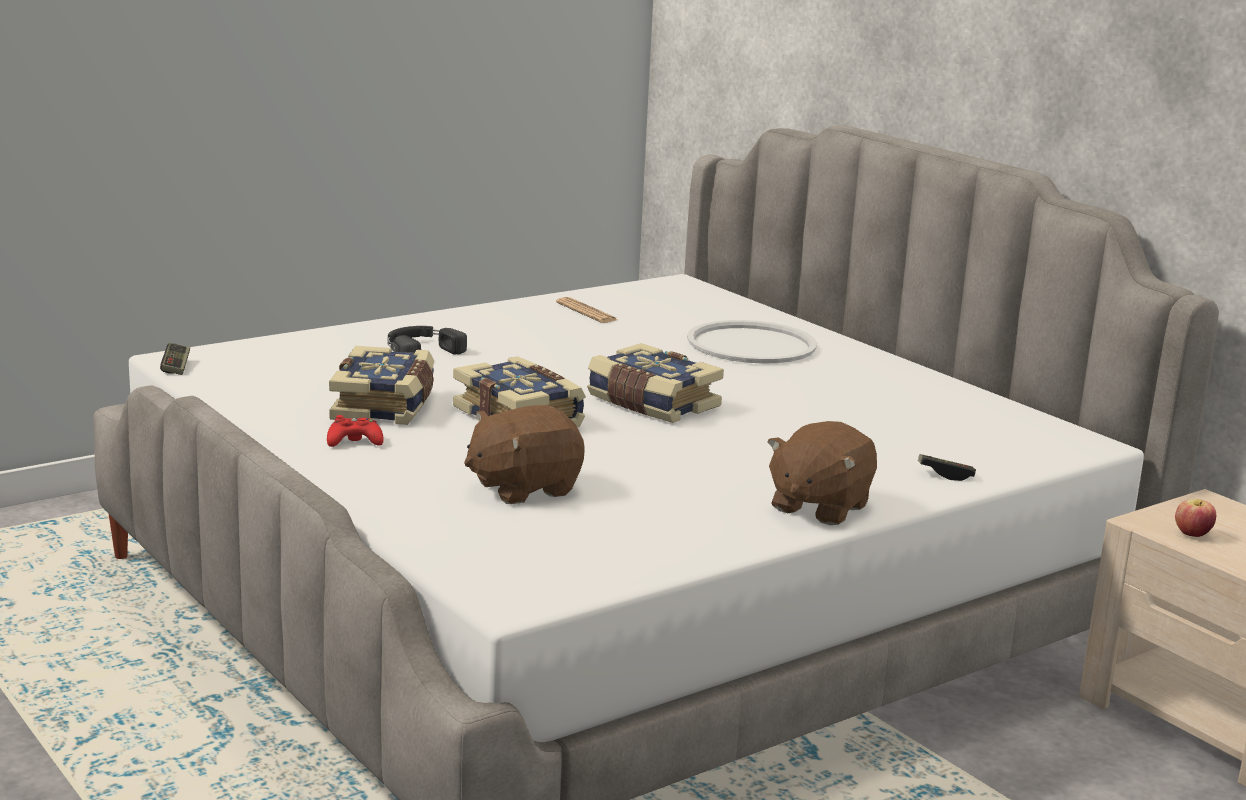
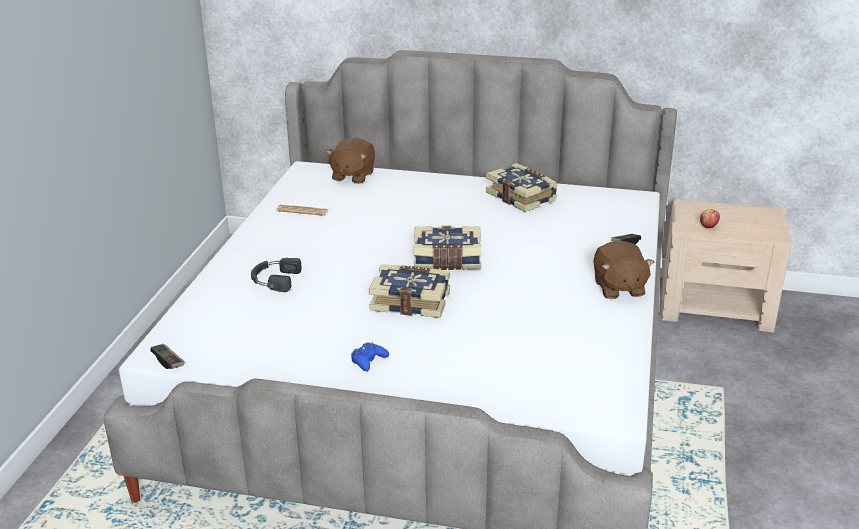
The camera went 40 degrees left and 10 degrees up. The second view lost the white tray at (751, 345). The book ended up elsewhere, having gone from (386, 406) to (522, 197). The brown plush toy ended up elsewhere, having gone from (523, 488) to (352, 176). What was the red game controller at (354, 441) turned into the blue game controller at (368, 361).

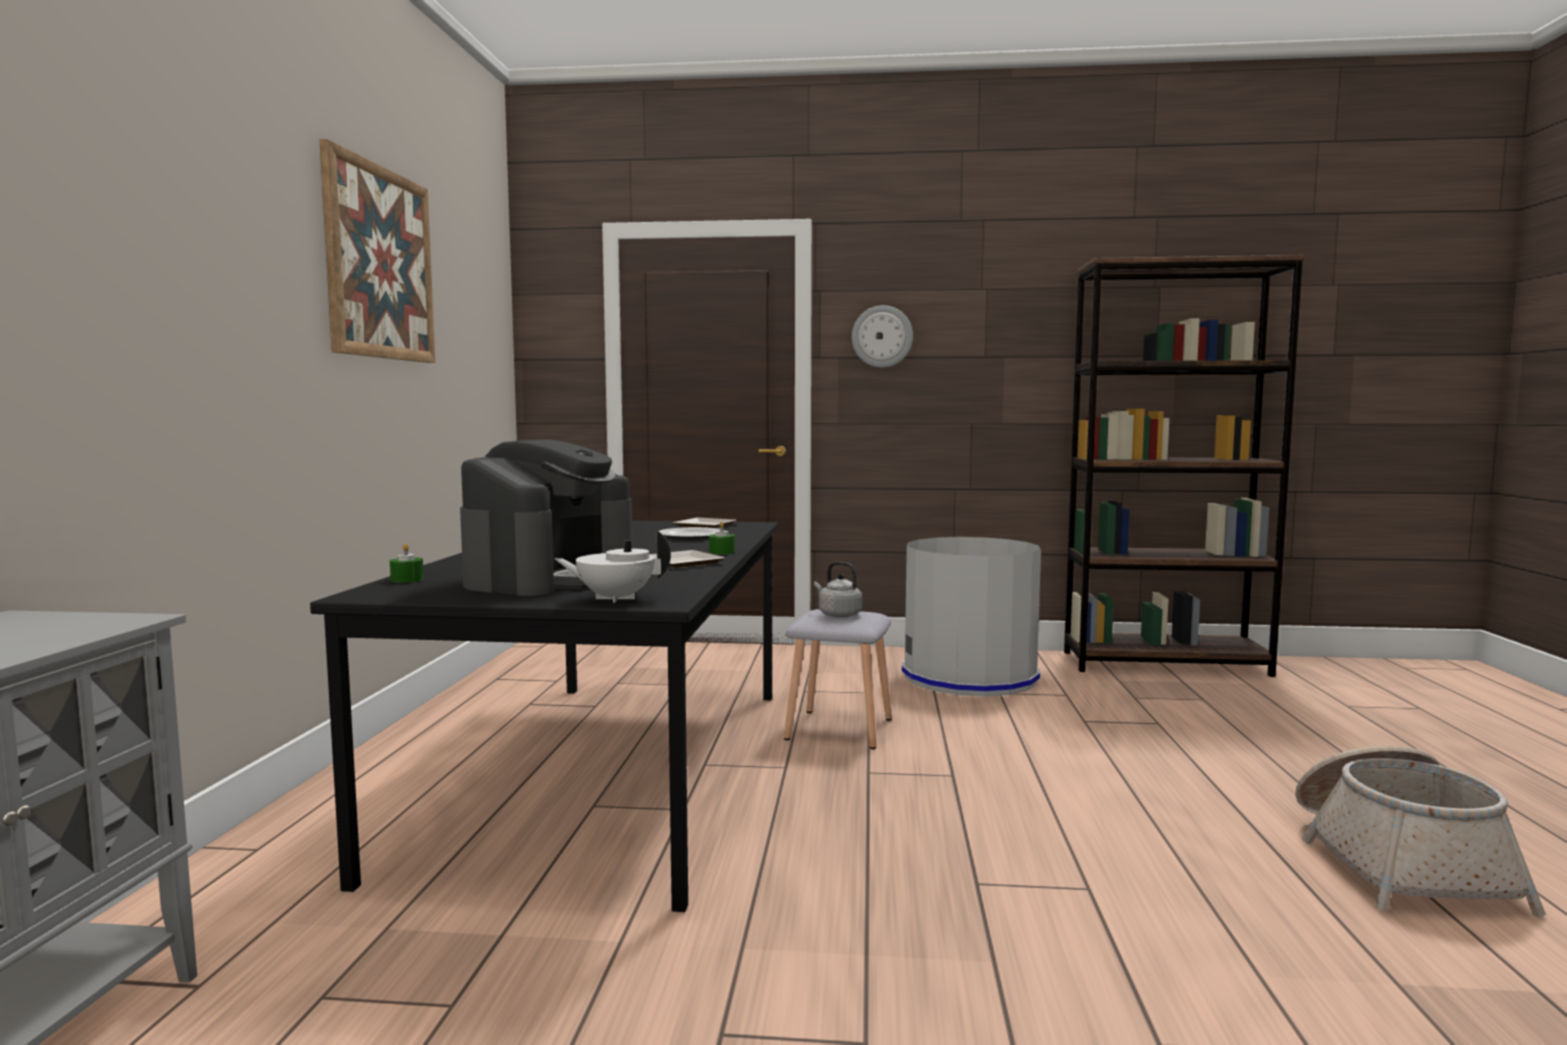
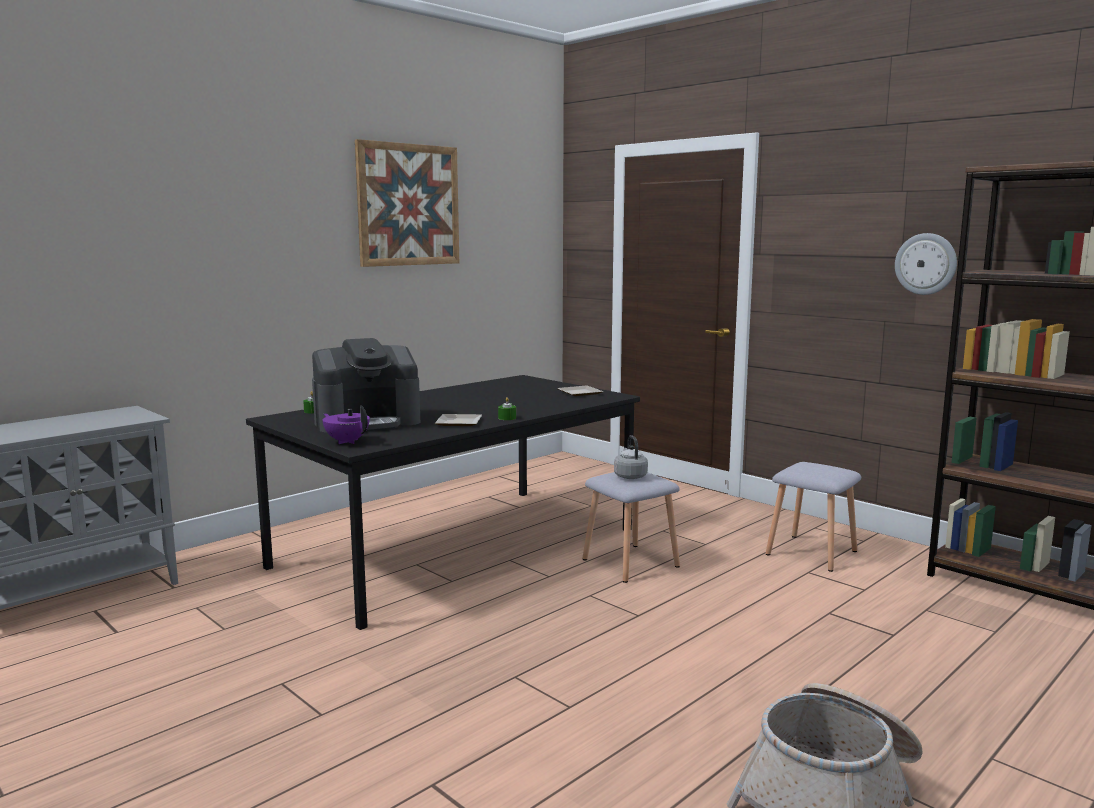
The camera went 40 degrees right and 5 degrees up. The second view lost the plate at (692, 536). The wall clock ended up elsewhere, having gone from (882, 336) to (926, 264). Where the grey trash can stood at (969, 676), the grey stool came to stand at (813, 553). What was the white teapot at (615, 598) turned into the purple teapot at (347, 441).

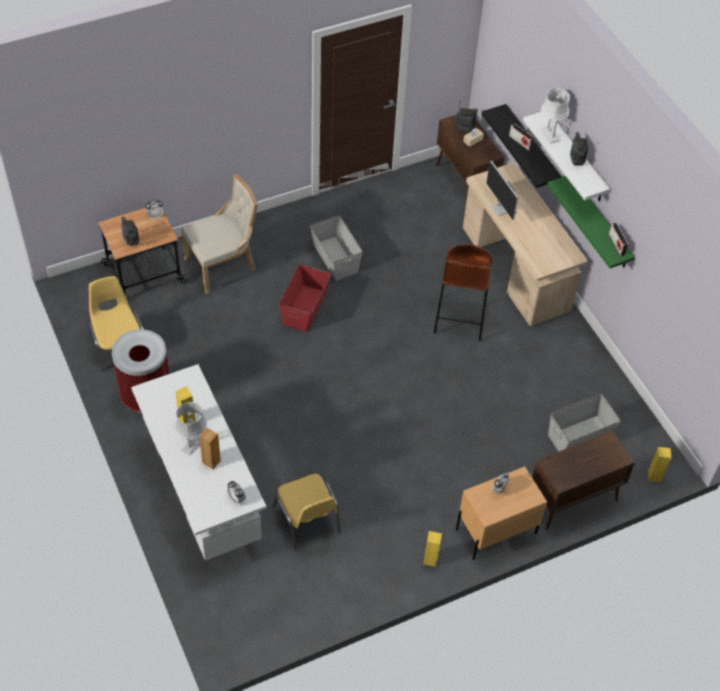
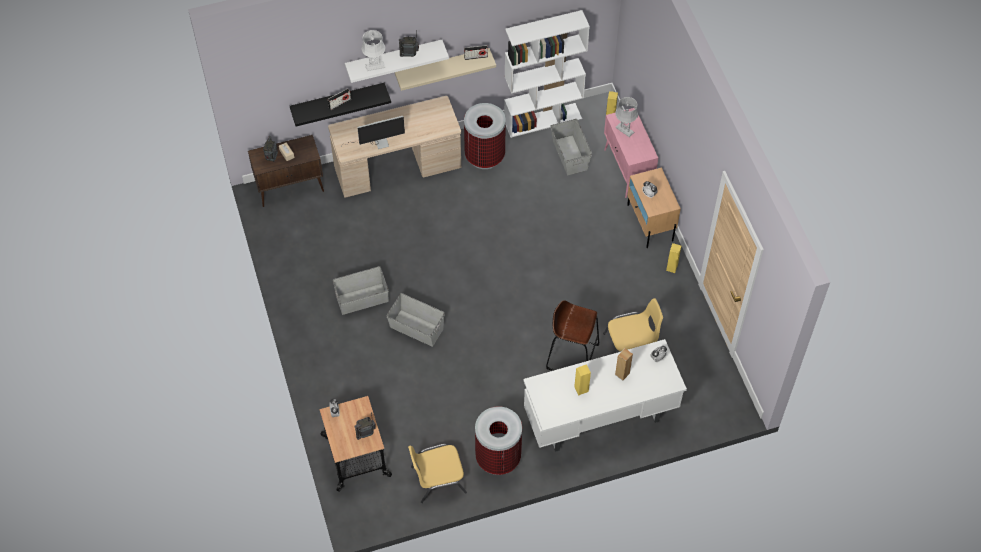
The camera went 80 degrees left and 5 degrees up. The second view lost the beige chair at (223, 265). The second view gained the trash can at (485, 156). The second view gained the white bookcase at (543, 120). The grey table lamp ended up elsewhere, having gone from (193, 444) to (624, 130). The brown stool ended up elsewhere, having gone from (460, 319) to (572, 356). What was the red storage box at (305, 307) turned into the grey storage box at (416, 327). What was the brown cabinet at (572, 501) turned into the pink cabinet at (627, 171). What was the green shelf at (600, 223) turned into the beige shelf at (442, 66).

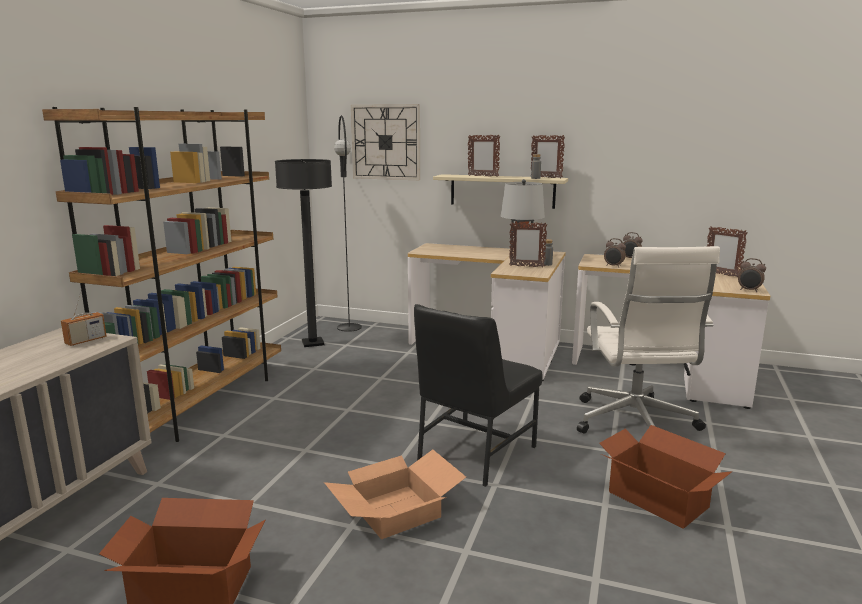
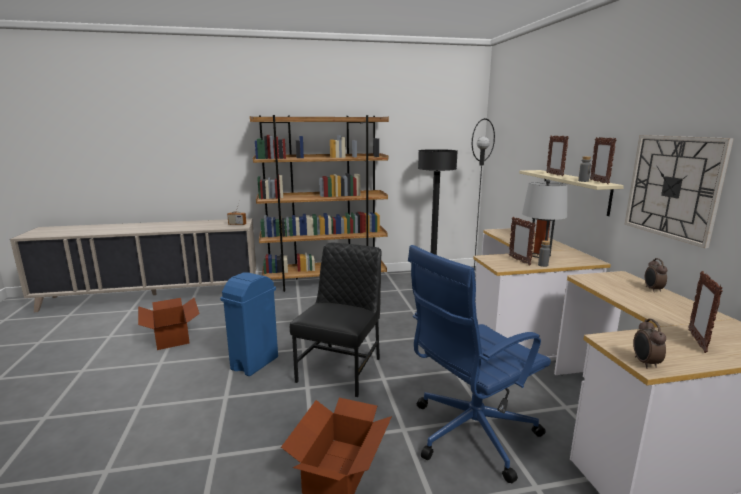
The camera went 60 degrees right and 0 degrees up. The second view lost the alarm clock at (613, 266). The wall clock ended up elsewhere, having gone from (386, 142) to (673, 187). Where the cardboard box stood at (395, 512), the blue trash can came to stand at (254, 363). What was the white office chair at (635, 424) turned into the blue office chair at (470, 434). The black chair at (474, 453) ended up facing another way, 105 degrees clockwise from before.

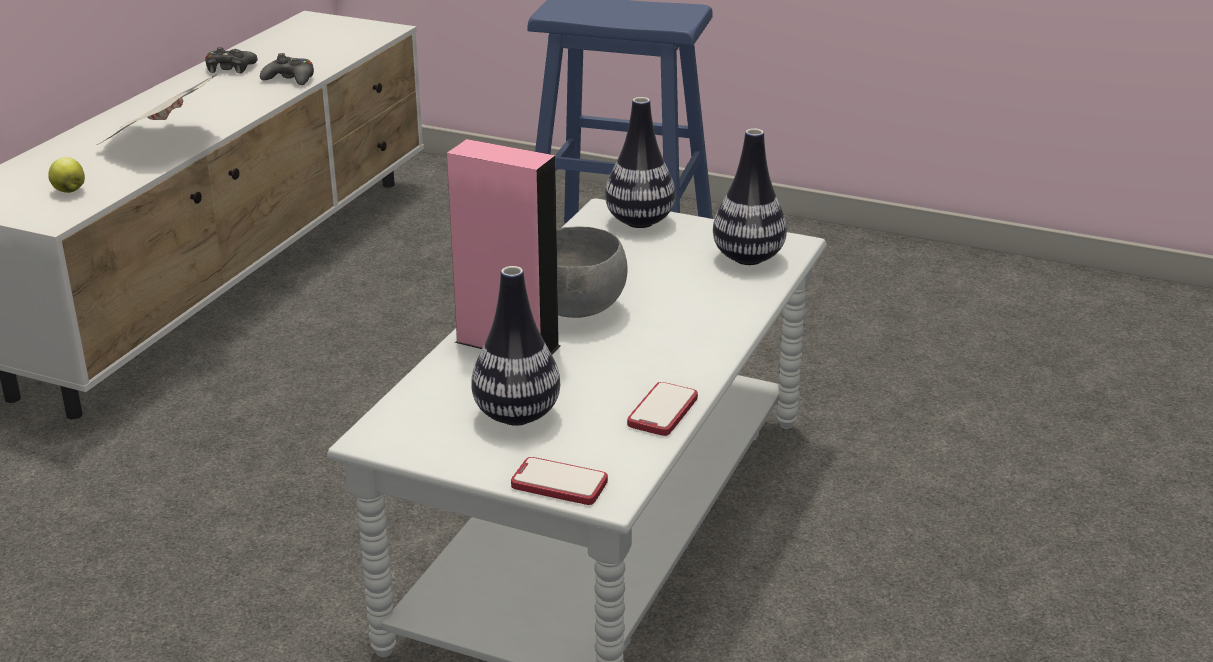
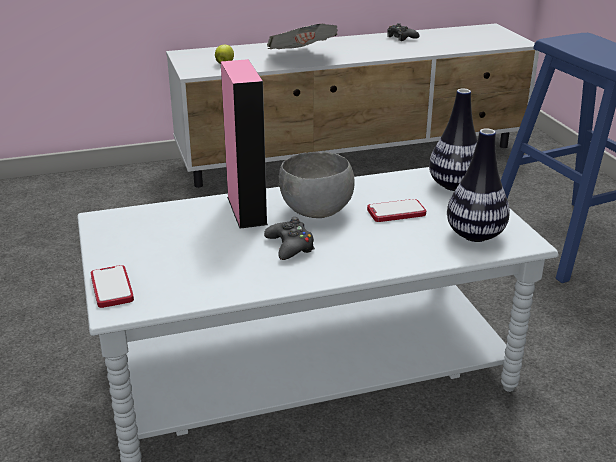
The camera went 50 degrees right and 0 degrees up. The second view lost the vase at (516, 415). The black game controller ended up elsewhere, having gone from (290, 79) to (290, 246). The phone ended up elsewhere, having gone from (662, 411) to (396, 212).

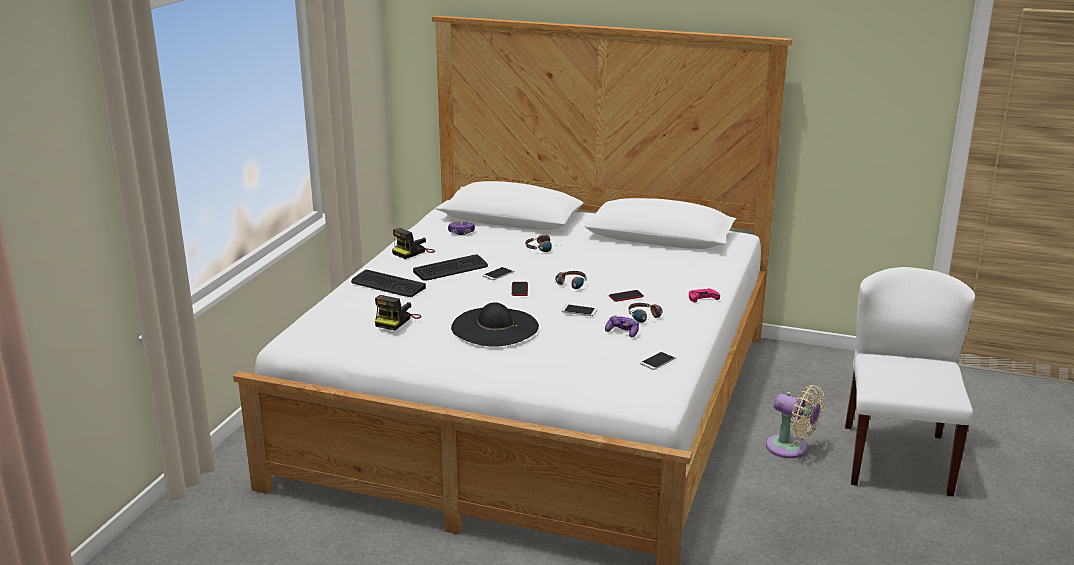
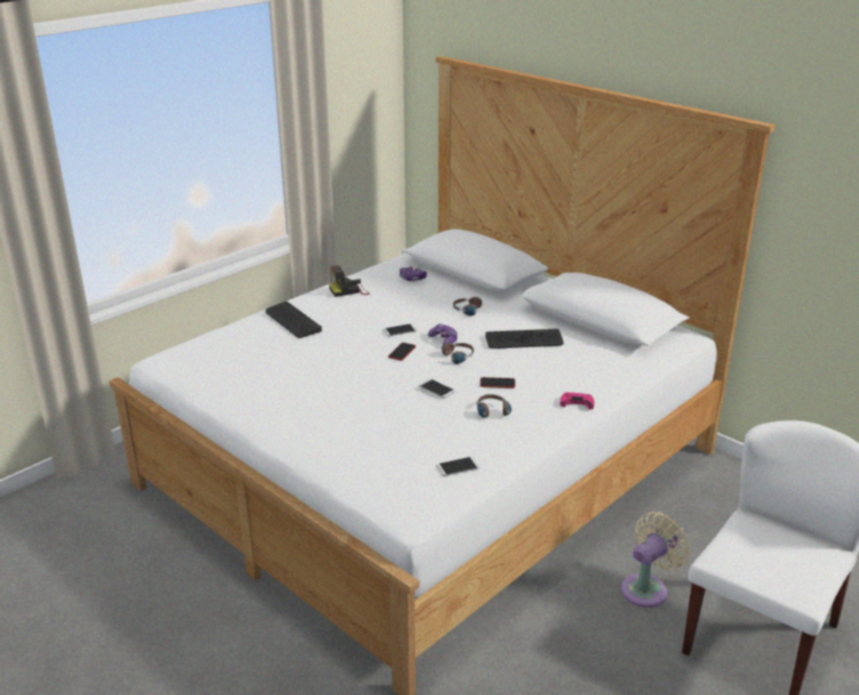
The camera went 25 degrees right and 5 degrees up. The second view lost the photo camera at (397, 321). The second view lost the black hat at (494, 327). The keyboard ended up elsewhere, having gone from (451, 269) to (524, 340). The game controller ended up elsewhere, having gone from (622, 332) to (444, 340). The beige fan at (790, 449) ended up facing another way, 105 degrees counterclockwise from before.

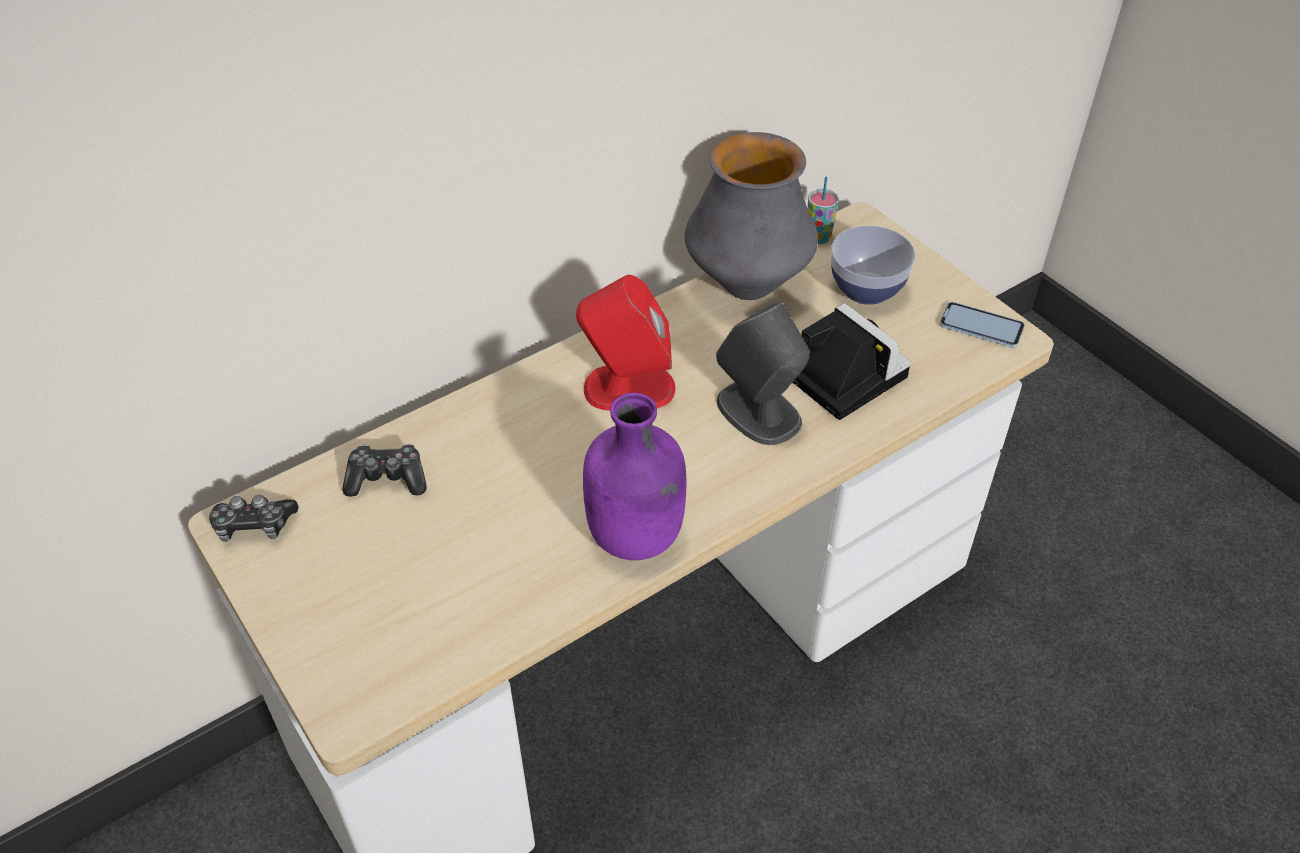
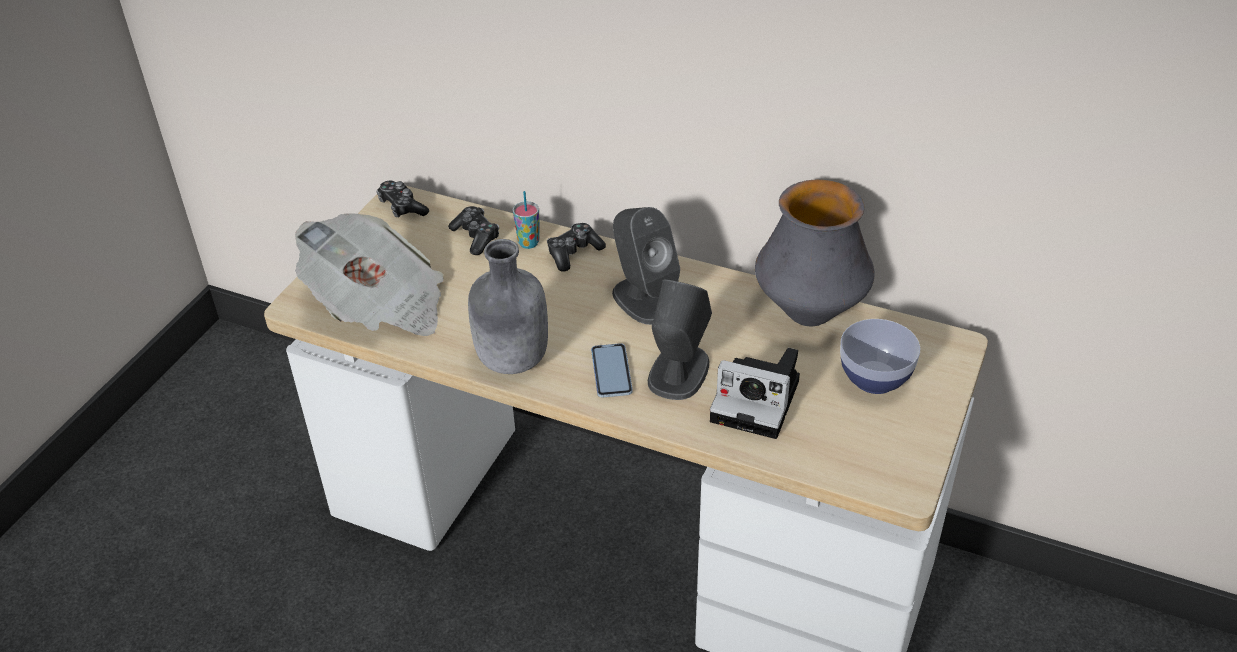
The camera went 60 degrees right and 5 degrees down. The second view gained the newspaper at (379, 305). The second view gained the game controller at (573, 253). The cup ended up elsewhere, having gone from (818, 237) to (528, 243). The phone ended up elsewhere, having gone from (981, 326) to (611, 372). What was the red speaker at (627, 388) turned into the grey speaker at (643, 299). What was the purple bottle at (636, 537) turned into the grey bottle at (511, 360). The photo camera at (842, 375) ended up facing another way, 90 degrees clockwise from before.

